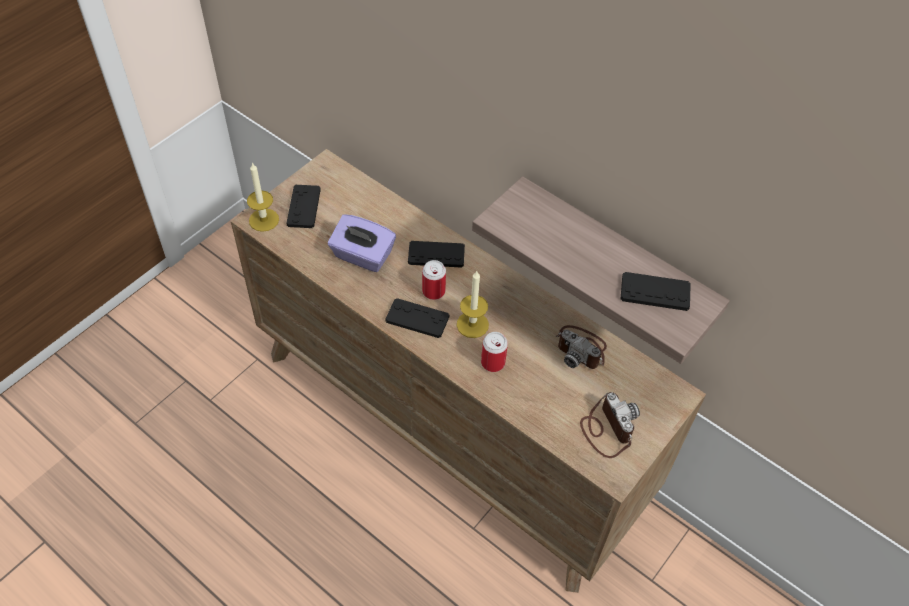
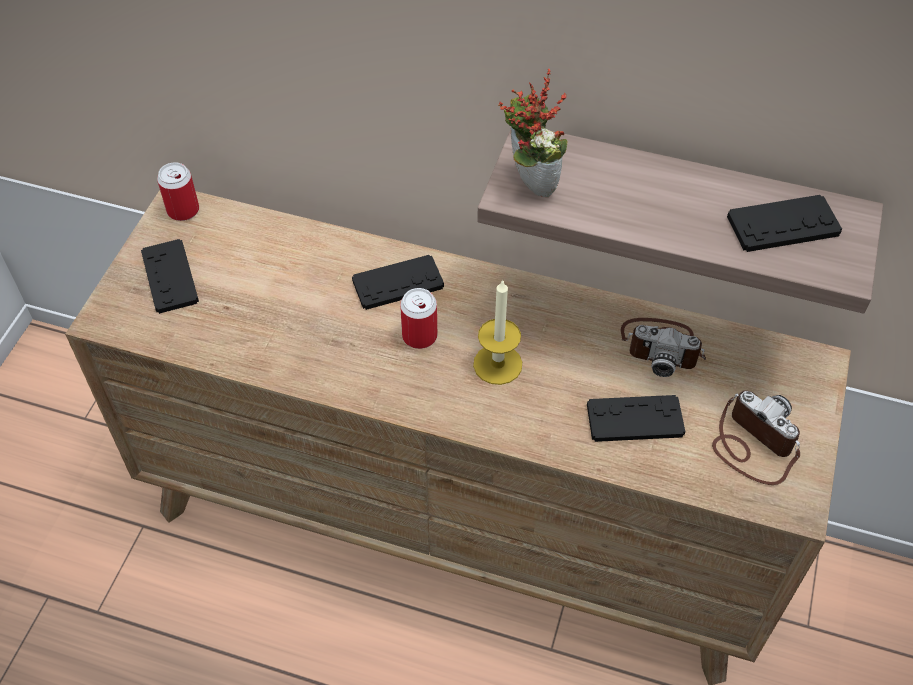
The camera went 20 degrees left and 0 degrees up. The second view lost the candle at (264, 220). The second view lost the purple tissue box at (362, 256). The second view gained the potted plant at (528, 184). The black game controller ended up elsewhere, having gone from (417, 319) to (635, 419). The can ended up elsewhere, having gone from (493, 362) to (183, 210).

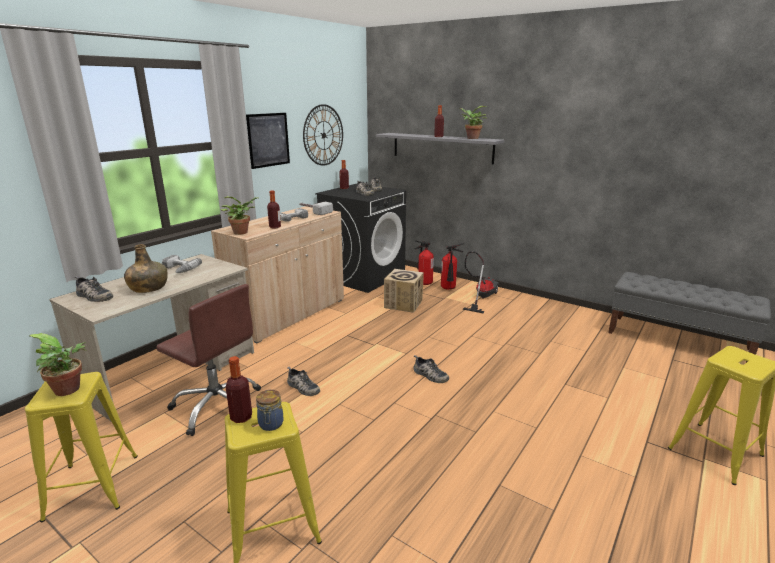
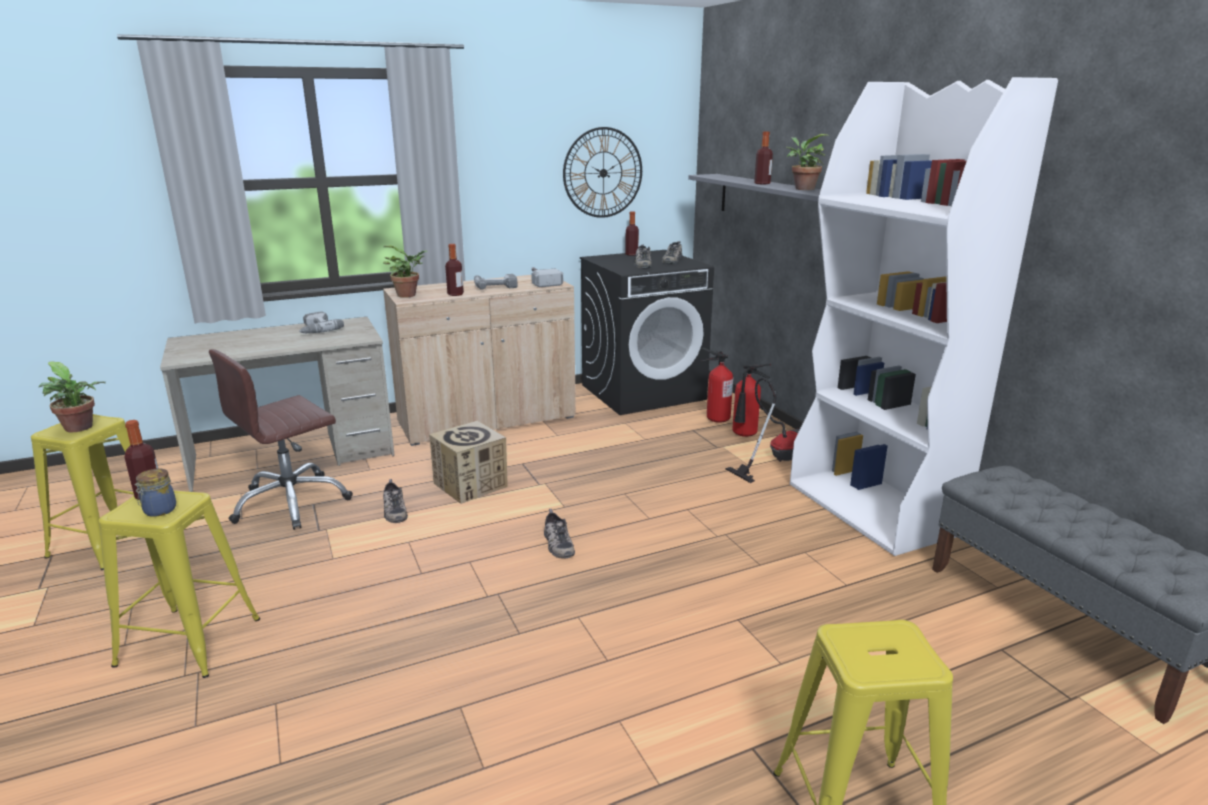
The camera went 30 degrees right and 0 degrees up. The second view lost the shoe at (93, 296). The second view lost the green bottle at (148, 288). The second view lost the picture at (268, 140). The second view gained the white bookcase at (874, 509). The cardboard box ended up elsewhere, having gone from (403, 304) to (471, 485). The brown office chair at (217, 406) ended up facing another way, 75 degrees clockwise from before.

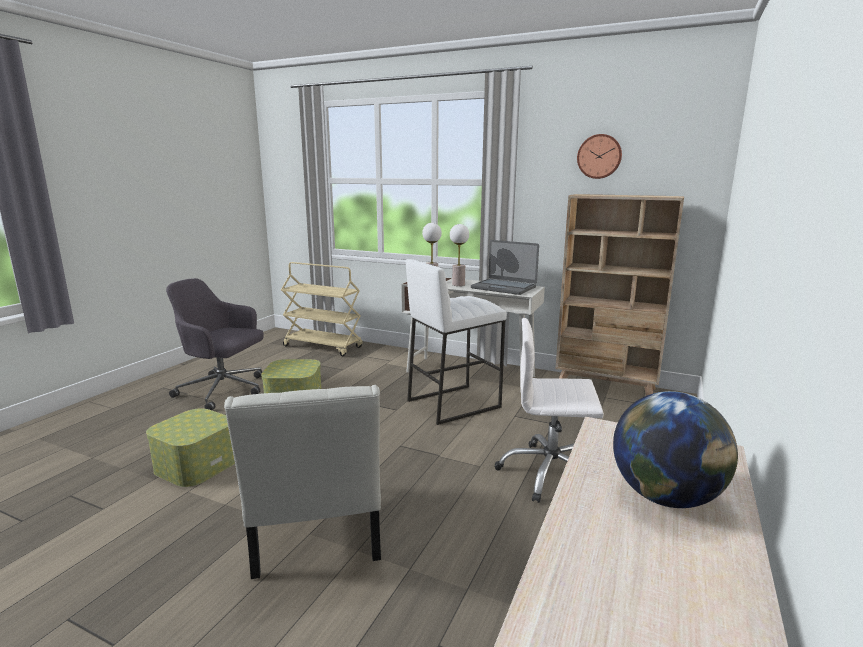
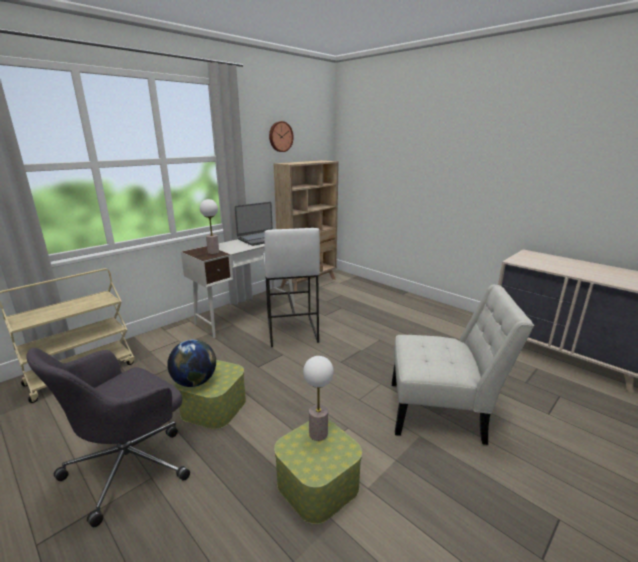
The camera went 70 degrees left and 5 degrees up. The second view lost the white office chair at (550, 473). The table lamp ended up elsewhere, having gone from (458, 284) to (318, 434). The globe ended up elsewhere, having gone from (665, 497) to (195, 382).

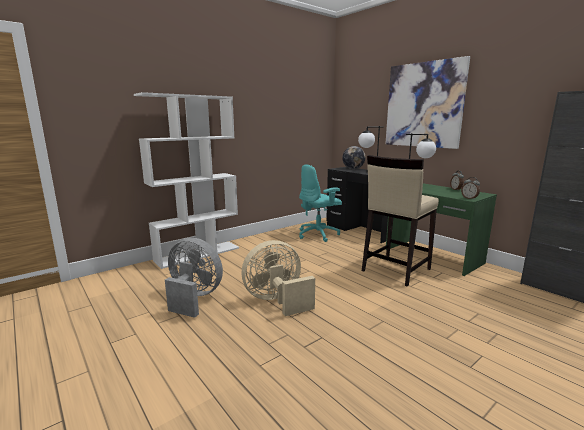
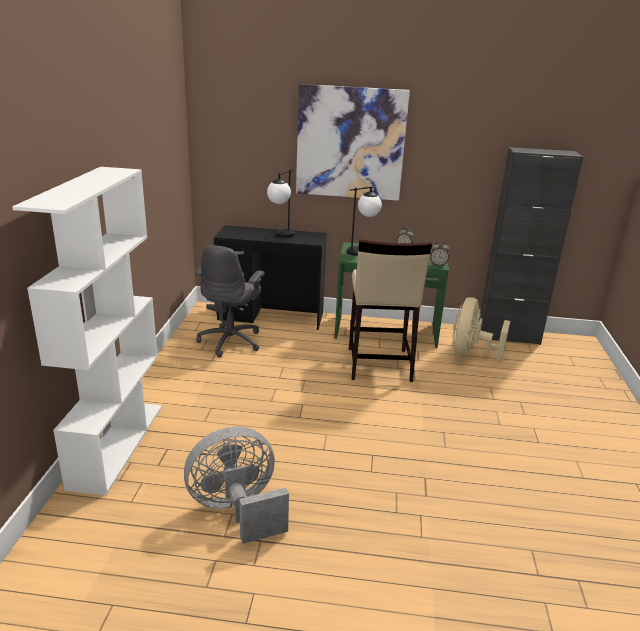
The camera went 45 degrees left and 10 degrees up. The second view lost the globe at (353, 169). The beige fan ended up elsewhere, having gone from (277, 301) to (470, 354). What was the turquoise office chair at (318, 234) turned into the grey office chair at (231, 341).

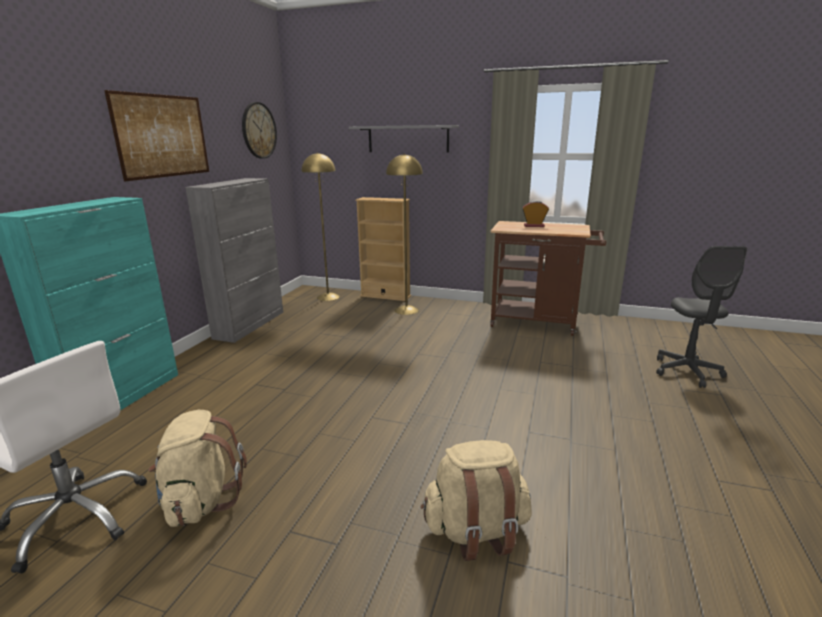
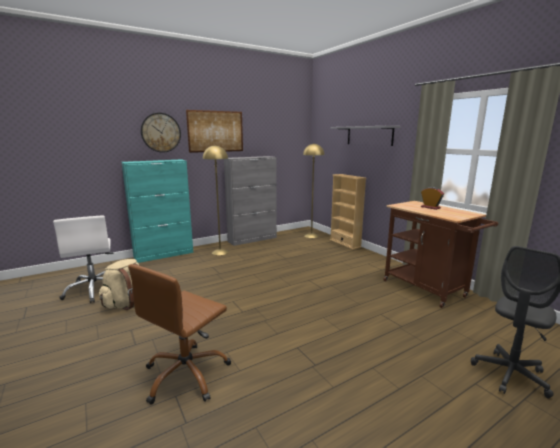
The camera went 40 degrees right and 5 degrees down. The wall clock ended up elsewhere, having gone from (259, 130) to (161, 132). The yellow floor lamp ended up elsewhere, having gone from (406, 310) to (220, 252). Where the beige backpack stood at (476, 531), the brown office chair came to stand at (186, 374).

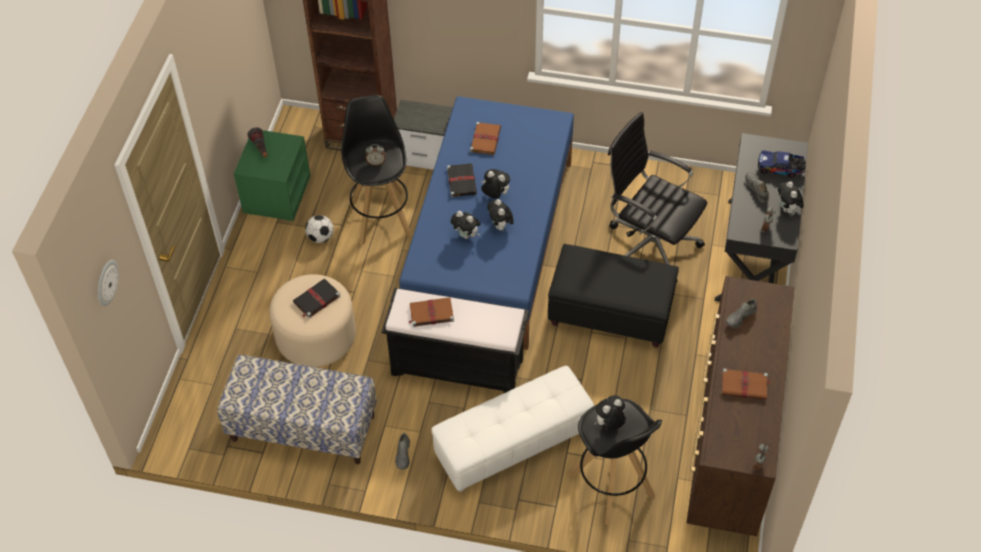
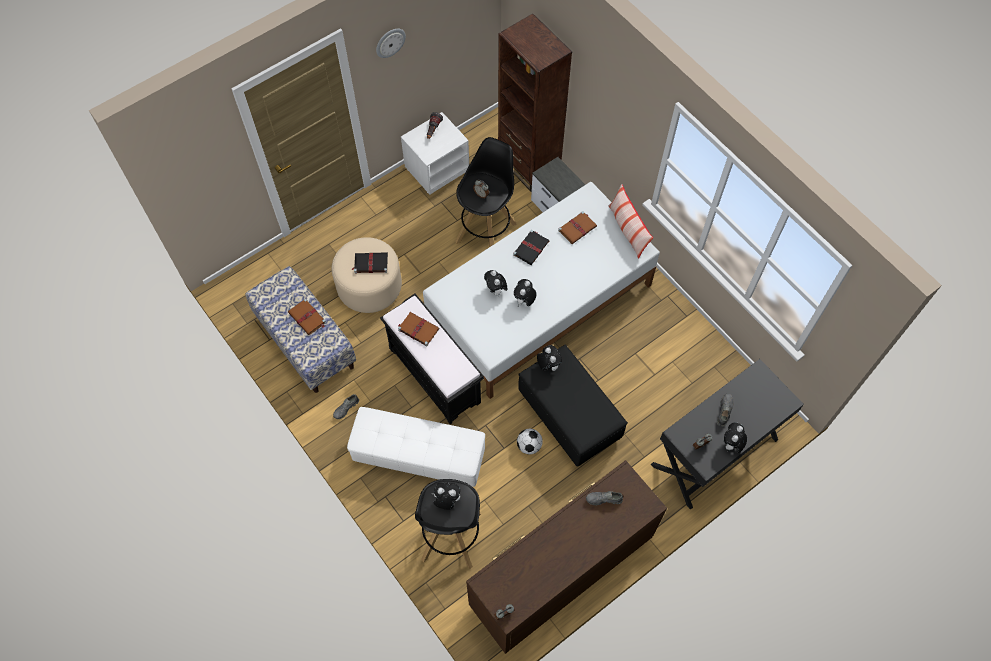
The camera went 40 degrees right and 10 degrees up. The second view lost the black office chair at (649, 245). The second view lost the toy truck at (780, 169). The second view gained the pillow at (627, 230). The wall clock ended up elsewhere, having gone from (106, 282) to (390, 42). The football ended up elsewhere, having gone from (320, 237) to (529, 446). The plush toy ended up elsewhere, having gone from (495, 195) to (548, 365). The brown book ended up elsewhere, having gone from (745, 385) to (308, 318). What was the green nightstand at (276, 194) turned into the white nightstand at (437, 168). What was the blue bed at (492, 241) turned into the white bed at (541, 304).

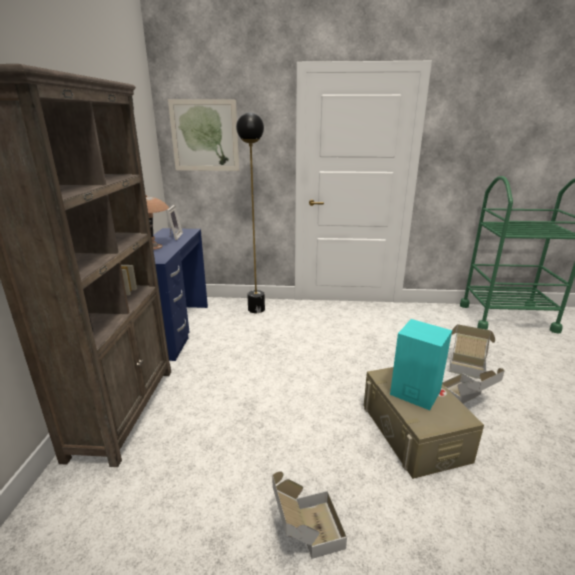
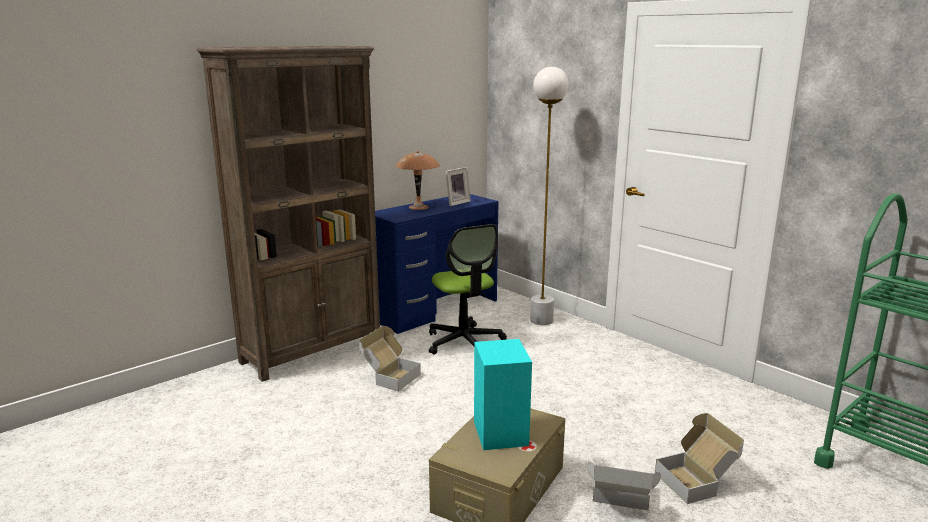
The camera went 45 degrees right and 5 degrees down. The second view lost the picture at (204, 136). The second view gained the office chair at (464, 342). The cardboard box ended up elsewhere, having gone from (306, 532) to (389, 377). What was the black floor lamp at (256, 309) turned into the white floor lamp at (541, 321).

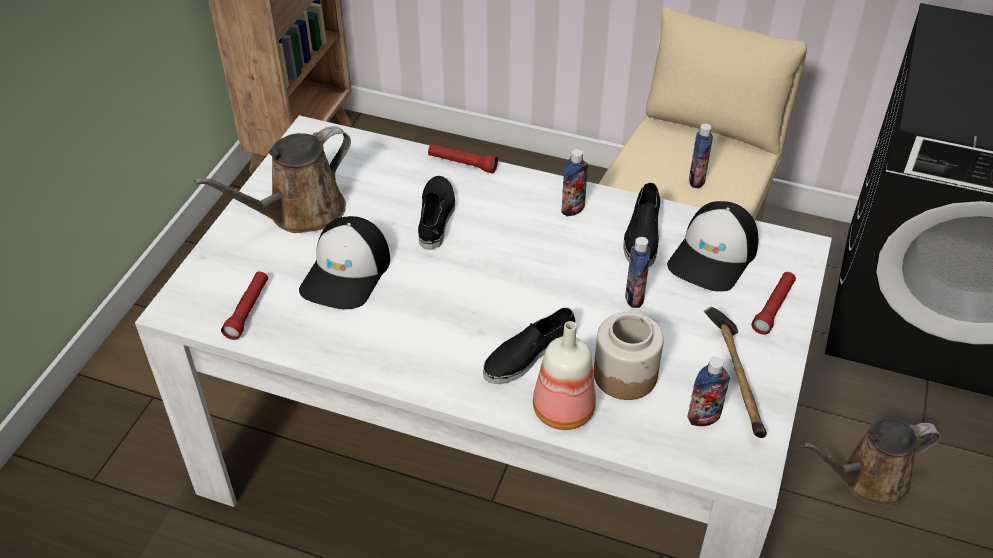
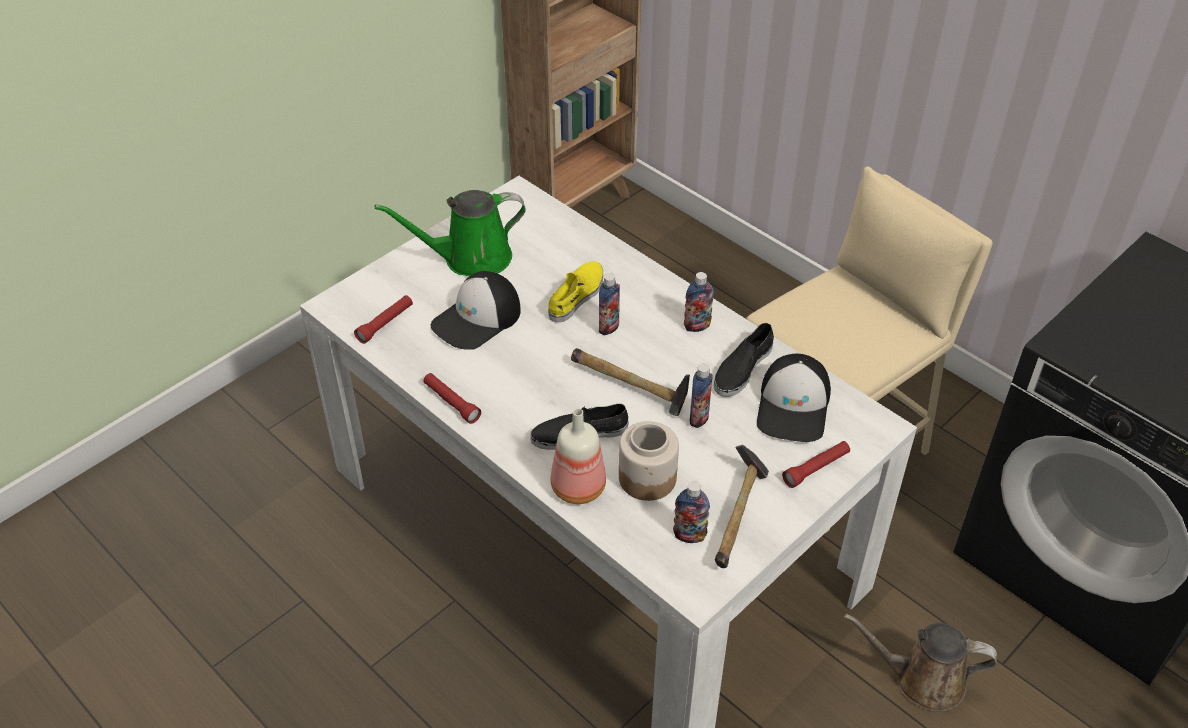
The camera went 25 degrees right and 0 degrees up. The second view gained the hammer at (631, 389). The red flashlight ended up elsewhere, having gone from (462, 163) to (451, 403). The bottle ended up elsewhere, having gone from (696, 180) to (609, 327). What was the brown watering can at (300, 213) turned into the green watering can at (470, 258). What was the black shoe at (436, 216) turned into the yellow shoe at (577, 296). The cap at (714, 256) ended up facing another way, 45 degrees counterclockwise from before.

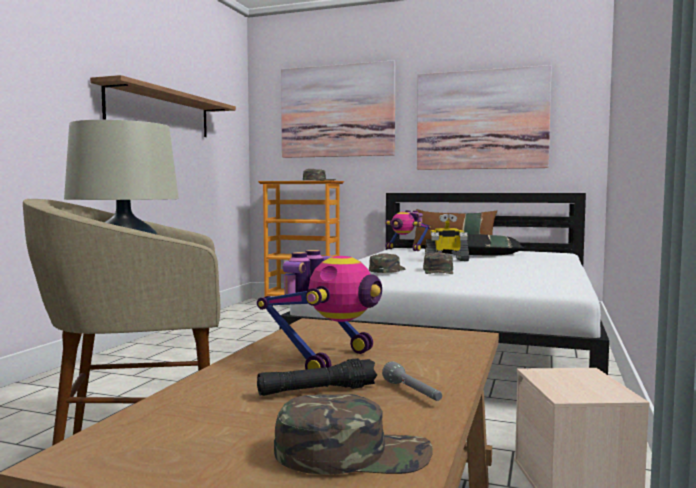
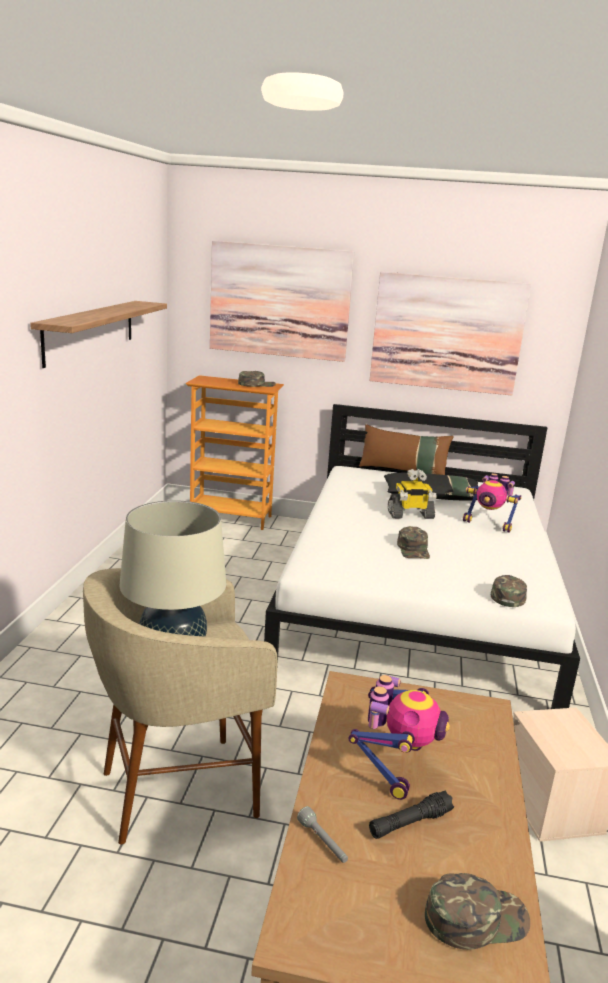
The camera went 10 degrees left and 15 degrees up. The green cap ended up elsewhere, having gone from (386, 270) to (507, 594). The grey flashlight ended up elsewhere, having gone from (413, 393) to (323, 842). The toy robot ended up elsewhere, having gone from (405, 249) to (488, 524).

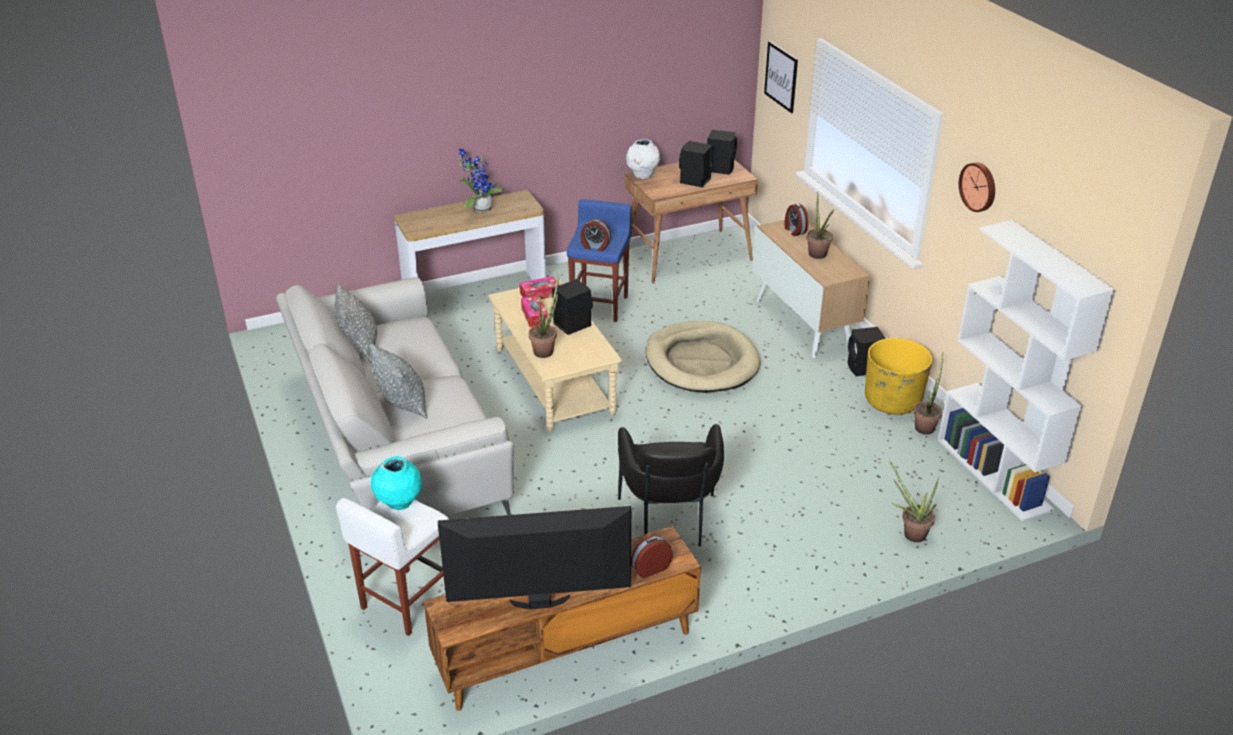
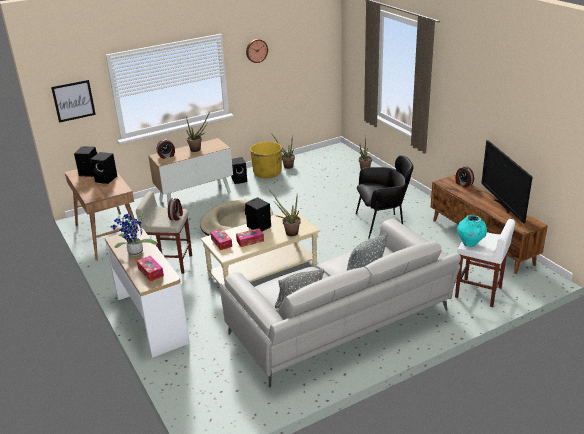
The camera went 95 degrees left and 5 degrees down. The second view lost the white vase at (642, 176). The second view lost the white bookcase at (994, 474). The second view gained the tissue box at (150, 272). What was the blue stool at (600, 305) turned into the beige stool at (170, 263).

